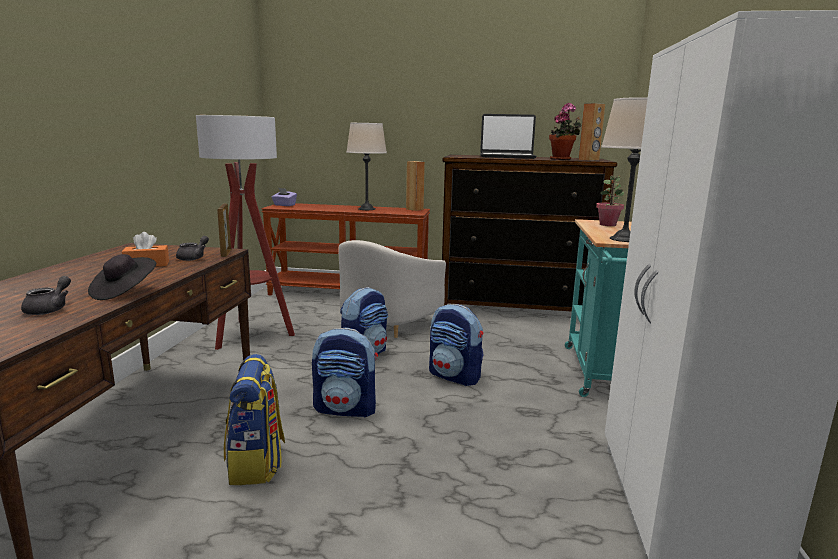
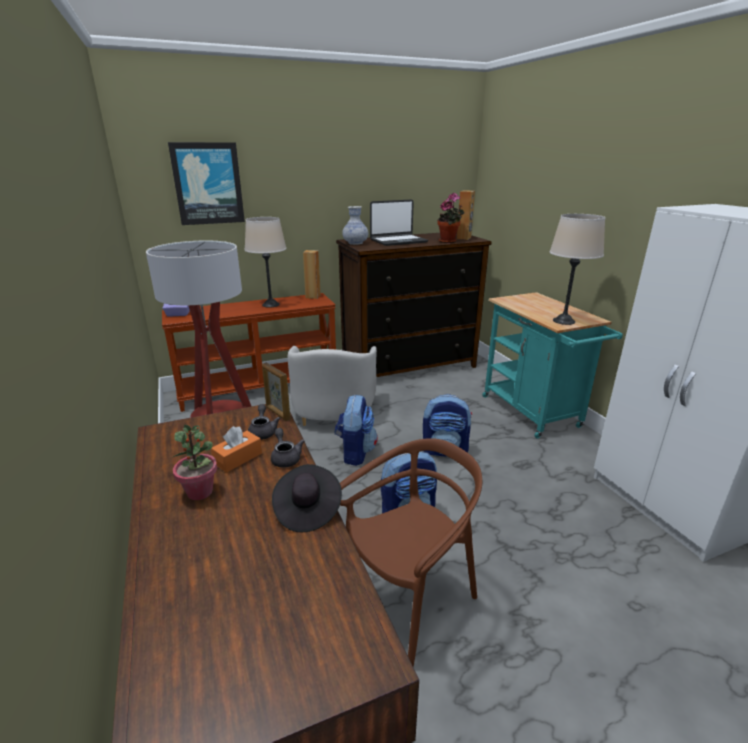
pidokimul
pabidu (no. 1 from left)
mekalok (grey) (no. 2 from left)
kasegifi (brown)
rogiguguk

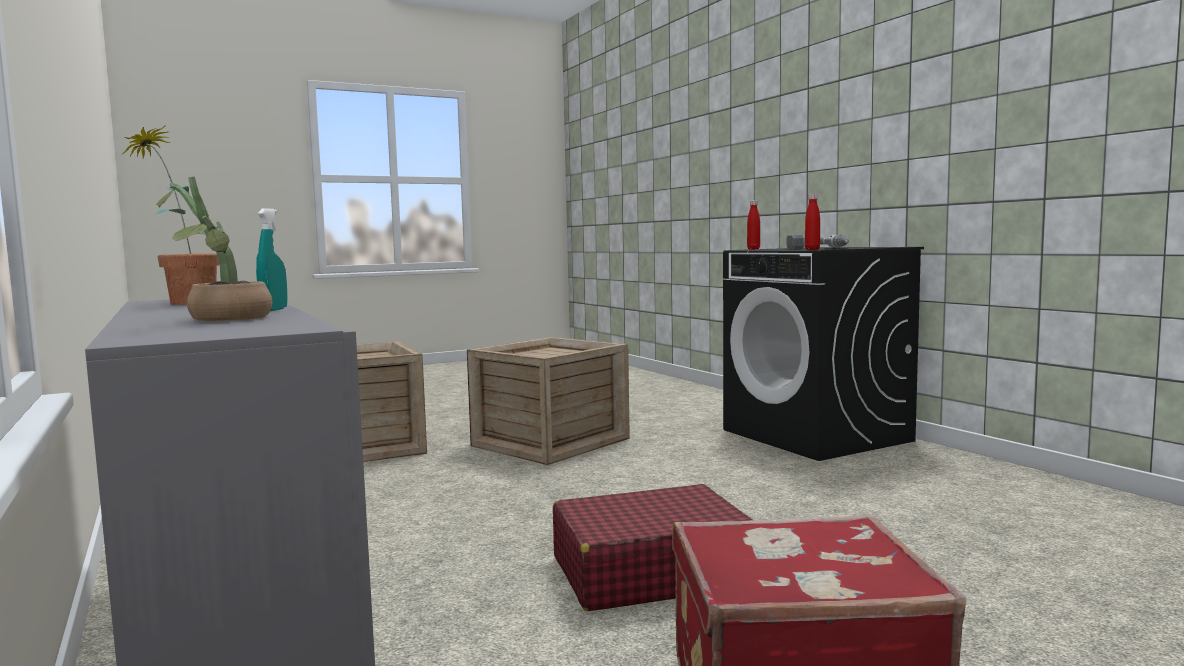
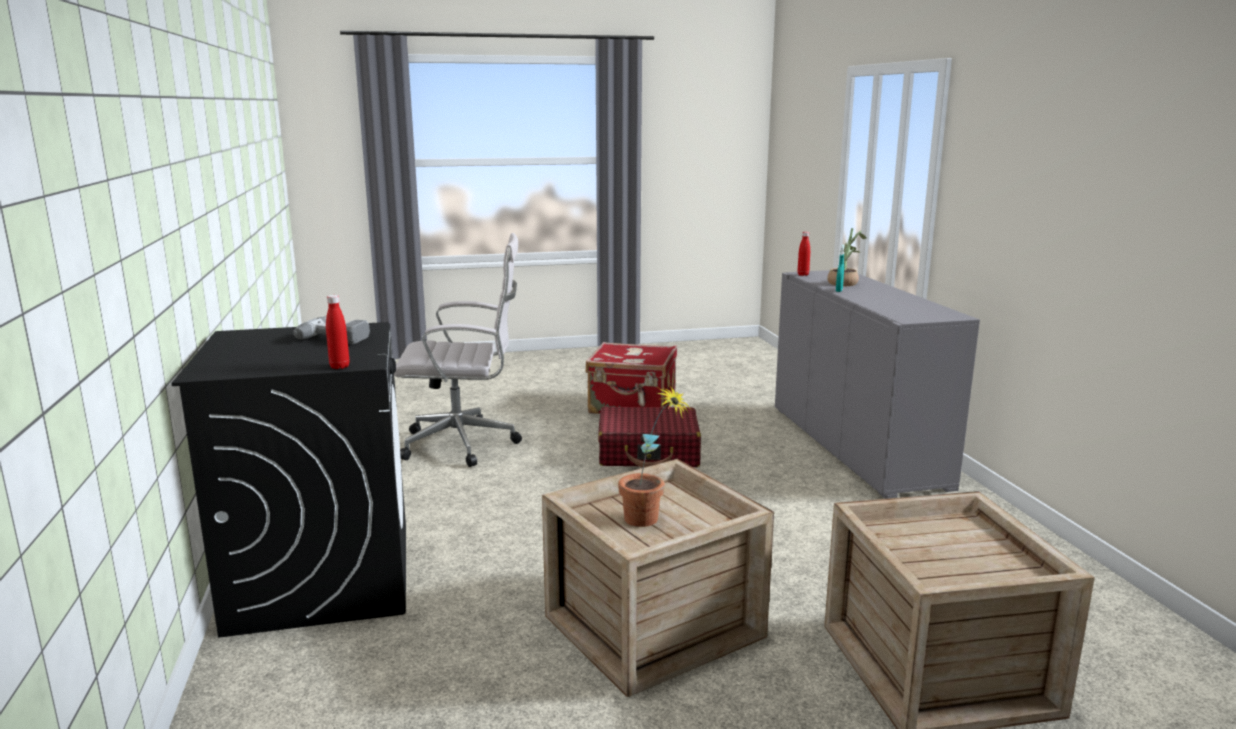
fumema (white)
pabidu (no. 1 from left)
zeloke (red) (no. 2 from left)

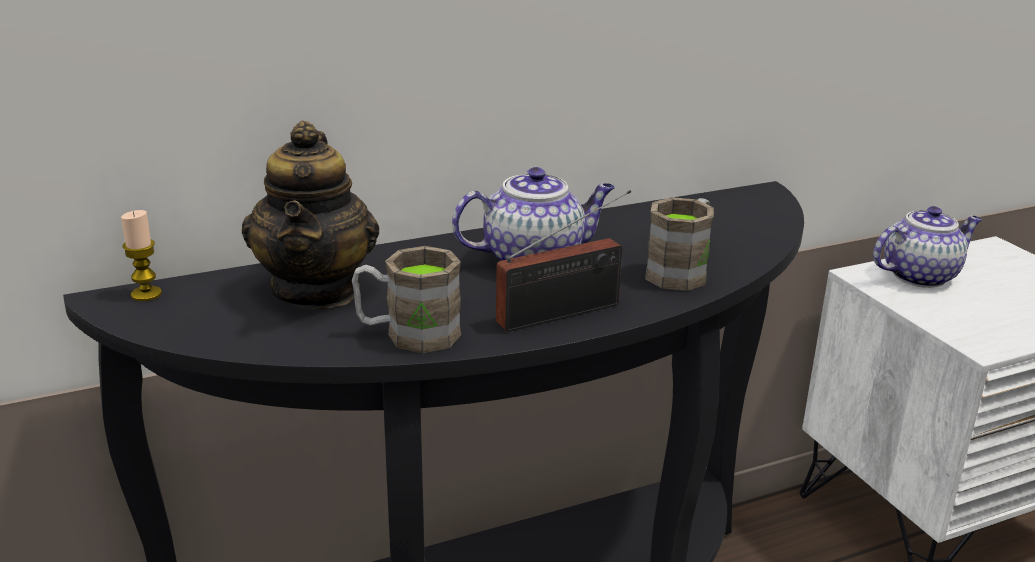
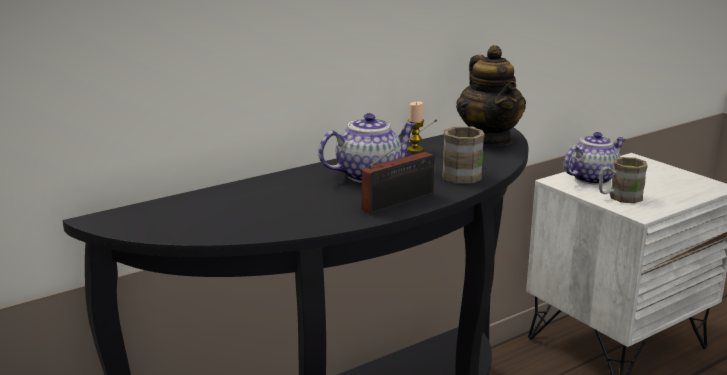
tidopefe
mekalok (no. 2 from left)
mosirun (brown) (no. 2 from left)

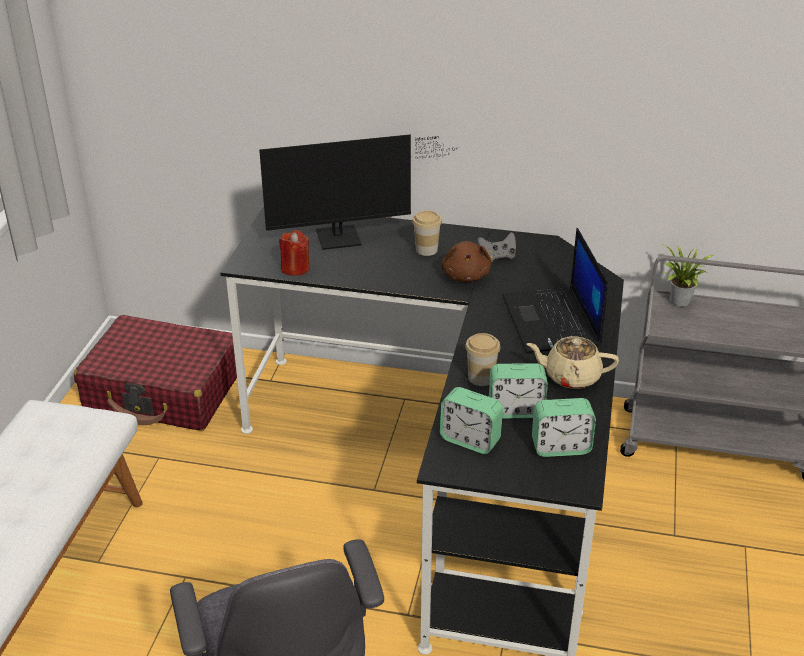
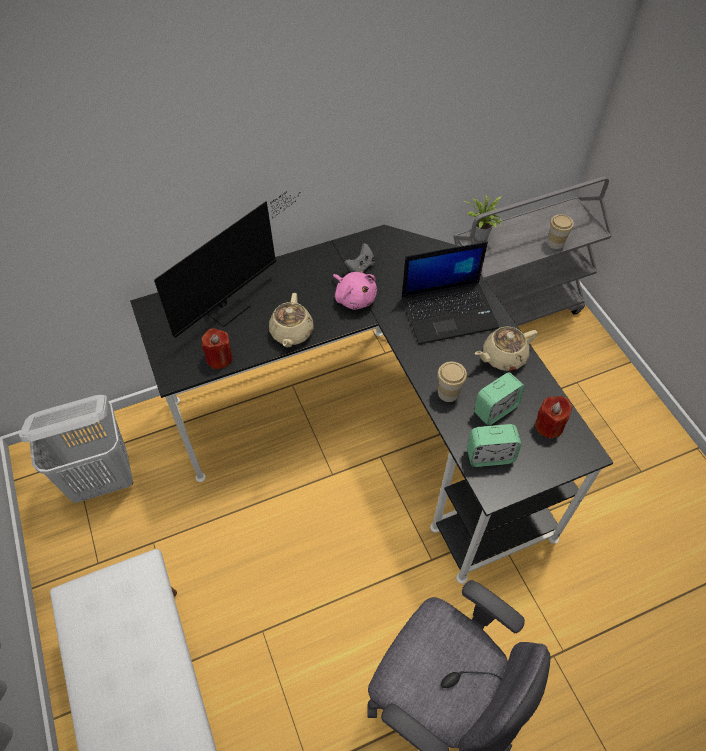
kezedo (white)
mekalok (beige) (no. 1 from left)
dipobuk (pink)
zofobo
tidopefe (red) (no. 2 from left)
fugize (no. 2 from left)

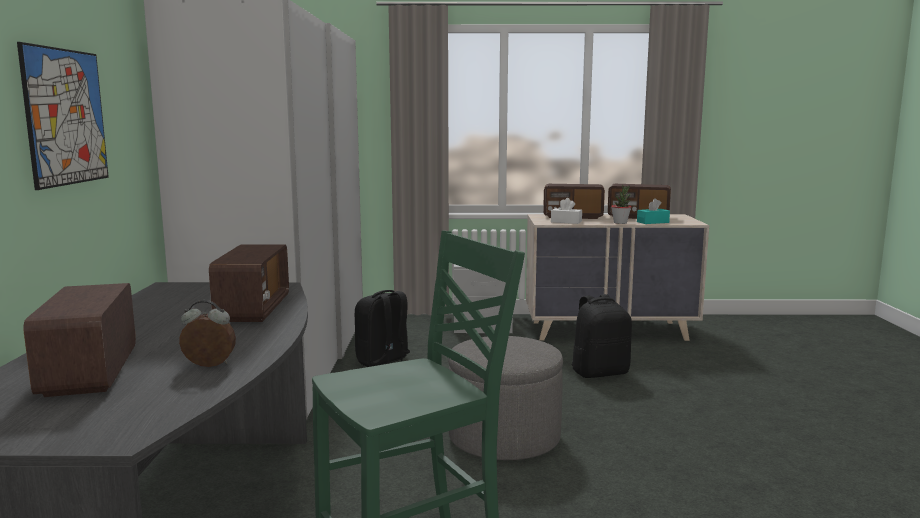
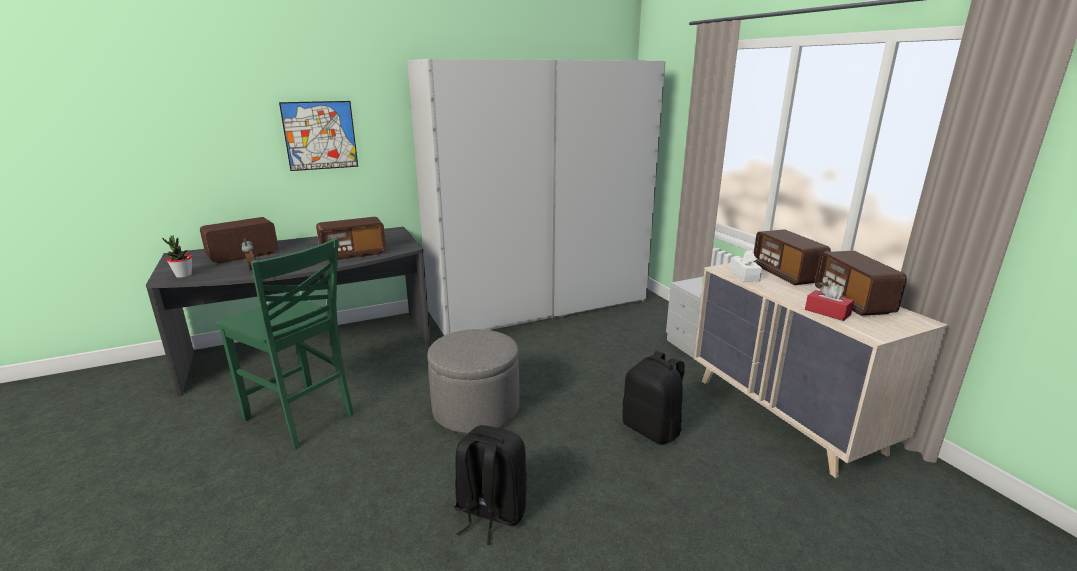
pabidu
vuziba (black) (no. 1 from left)
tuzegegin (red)

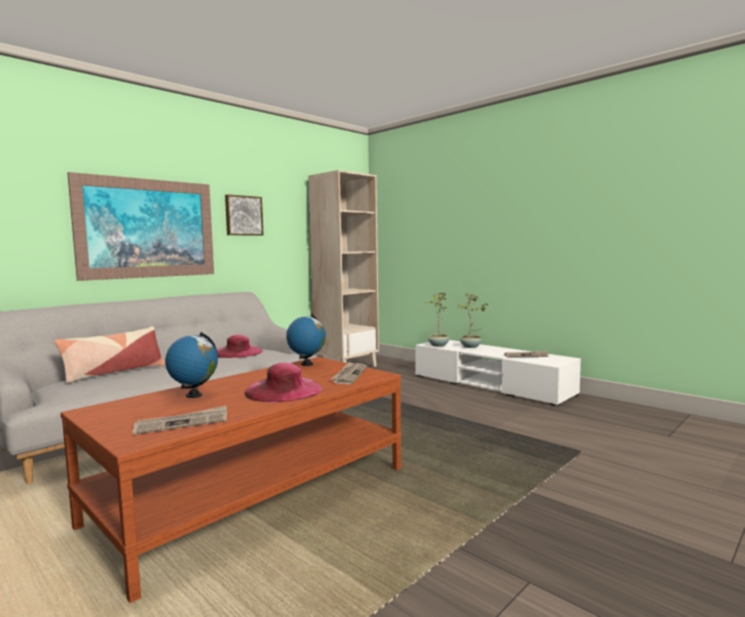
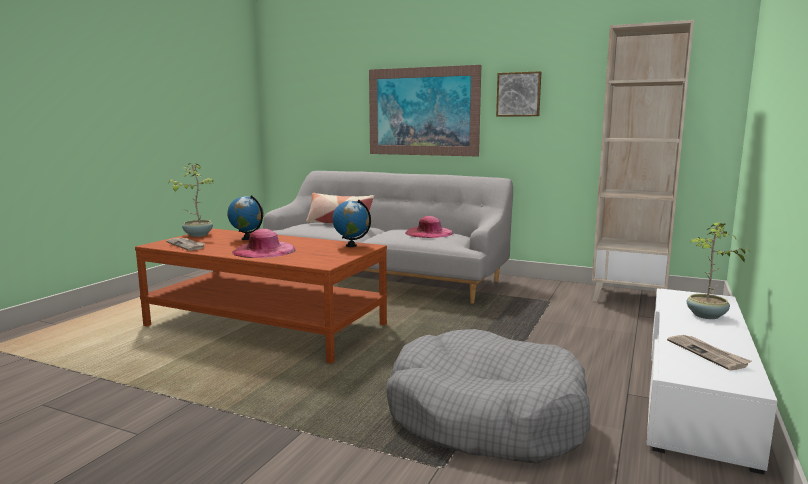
pabidu (no. 1 from left)
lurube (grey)
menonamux (no. 2 from left in the first image)

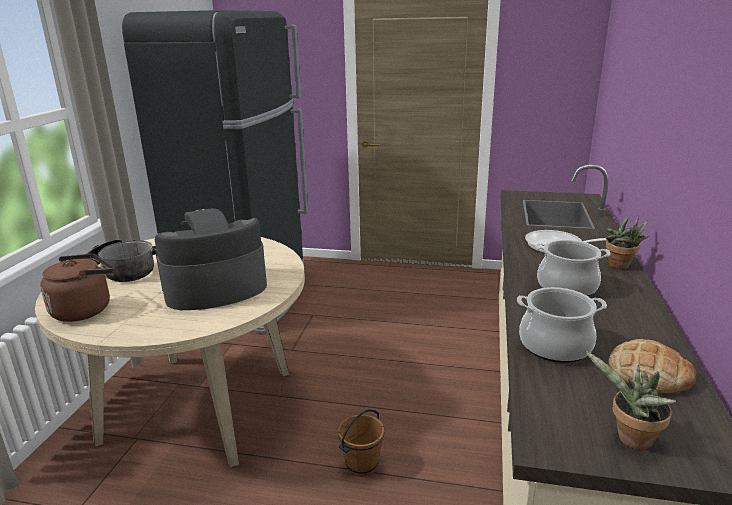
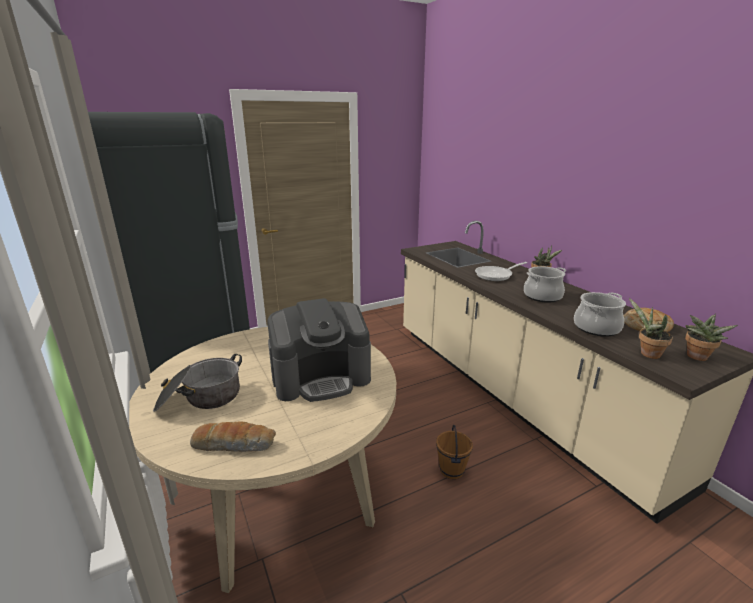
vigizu (no. 1 from left)
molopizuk
pabidu (no. 2 from left)

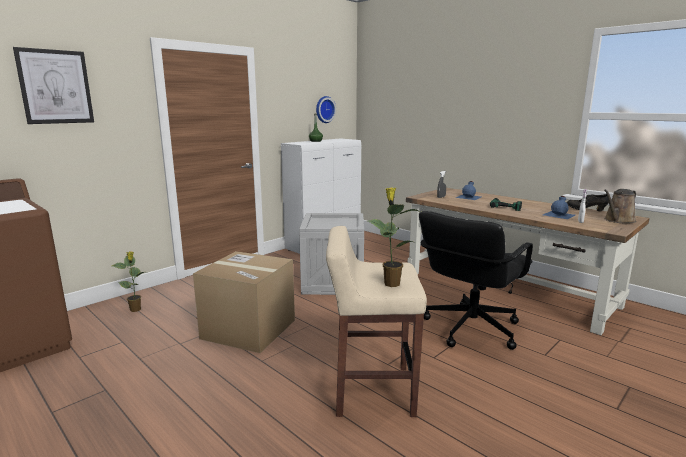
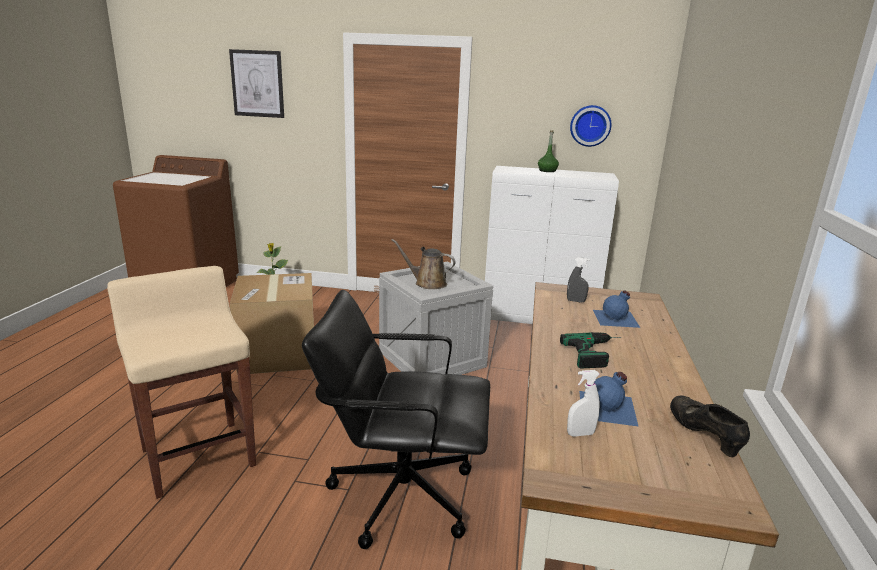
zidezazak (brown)
pabidu (no. 2 from left in the first image)

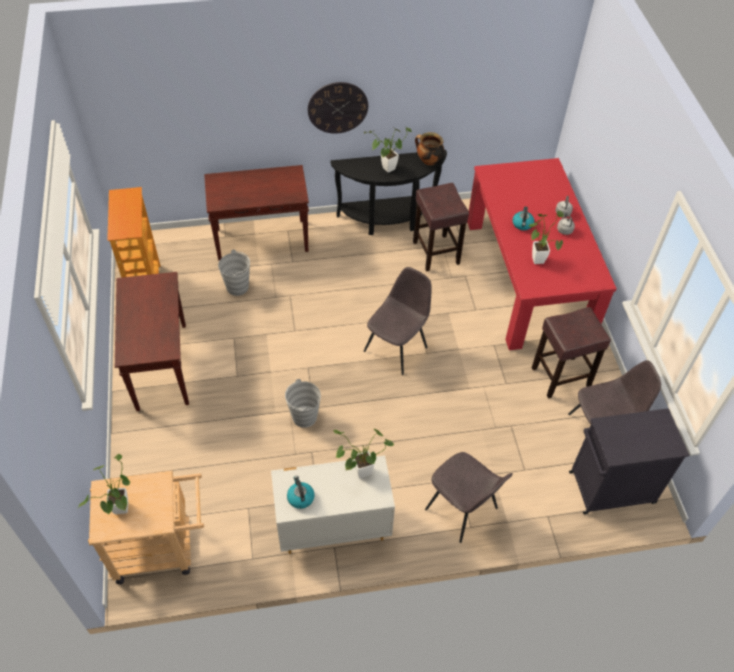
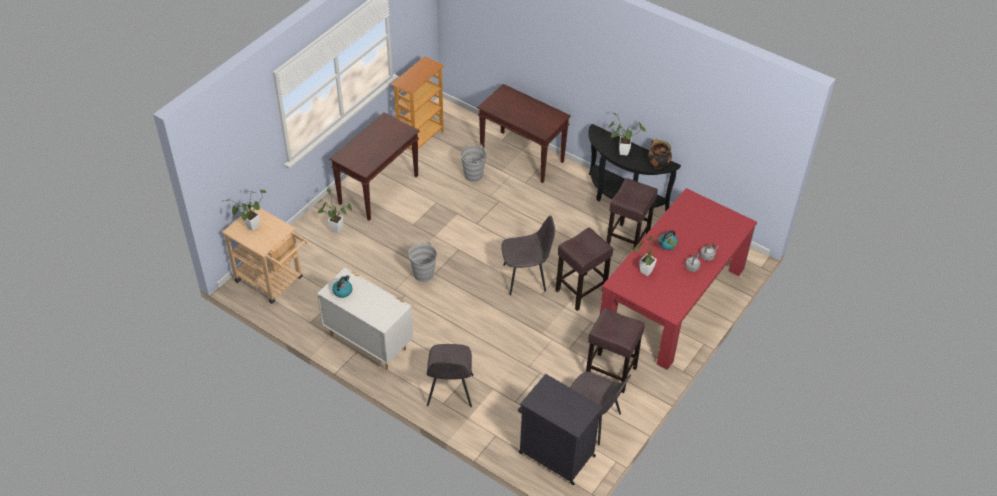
pabidu (no. 2 from left)
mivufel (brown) (no. 1 from left)
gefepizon

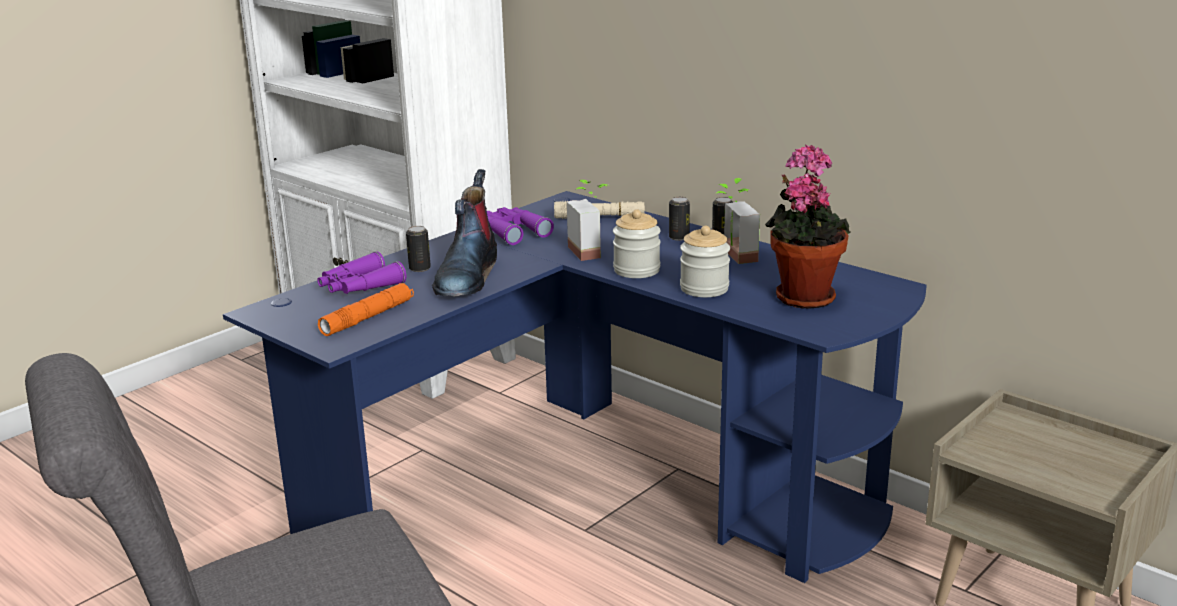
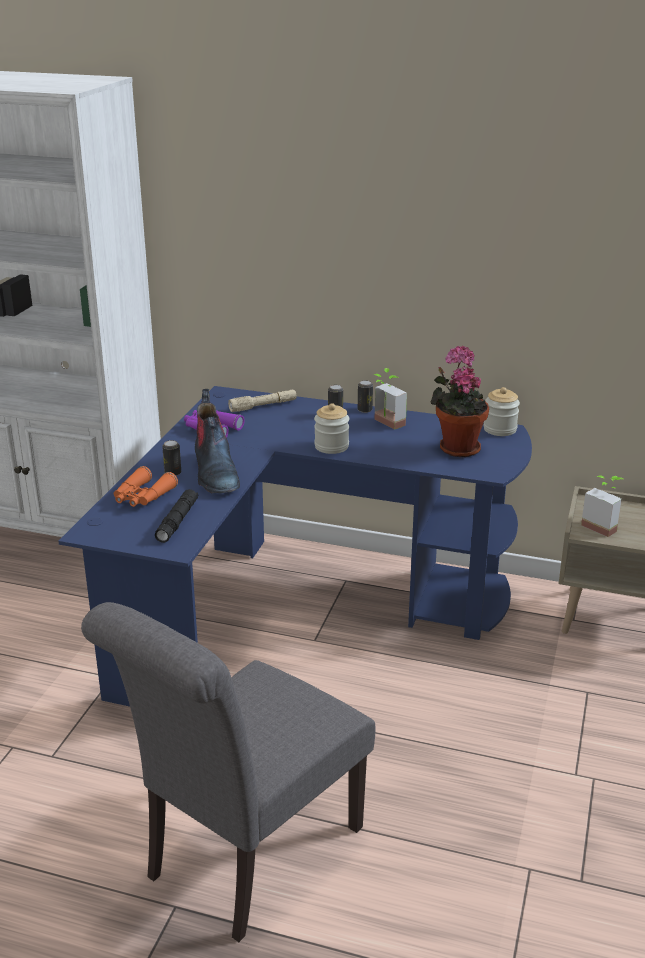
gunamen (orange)
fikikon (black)
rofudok (no. 2 from left)
pabidu (no. 3 from left)

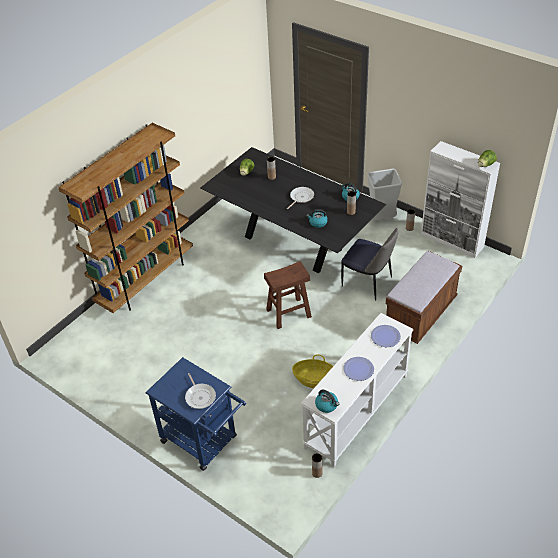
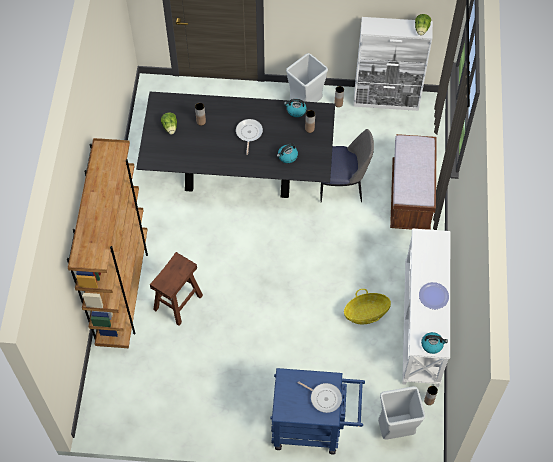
mivufel (brown)
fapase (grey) (no. 2 from left)
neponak (no. 2 from left in the first image)

